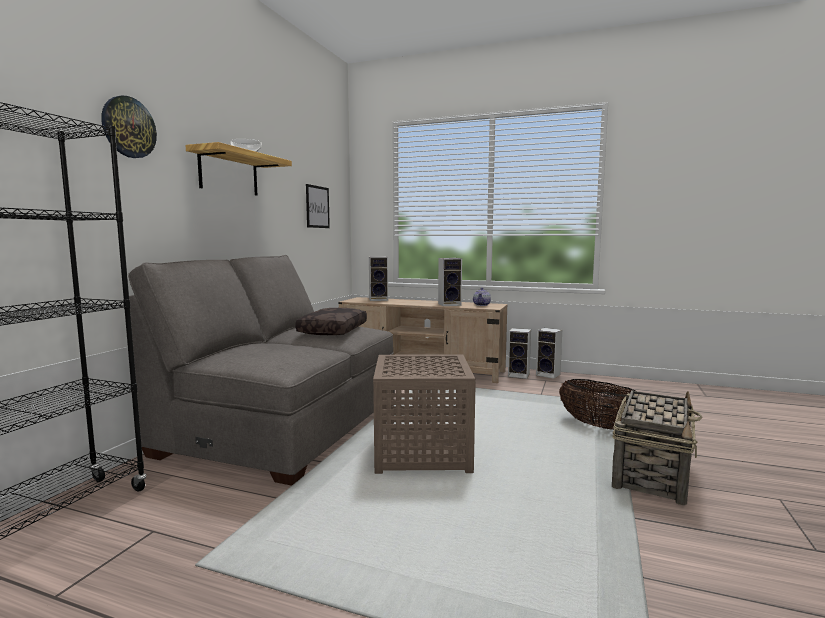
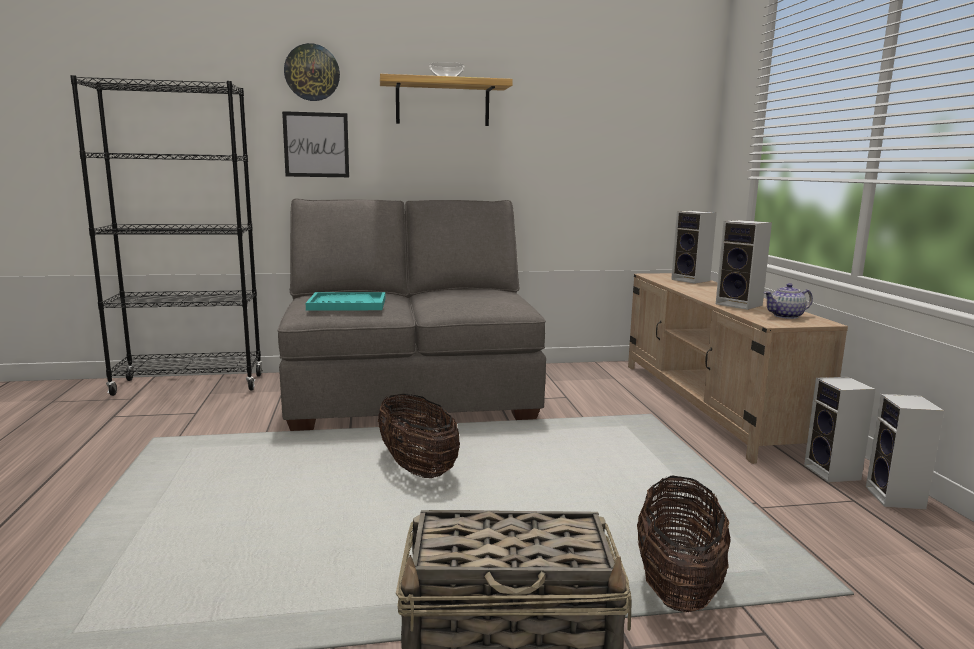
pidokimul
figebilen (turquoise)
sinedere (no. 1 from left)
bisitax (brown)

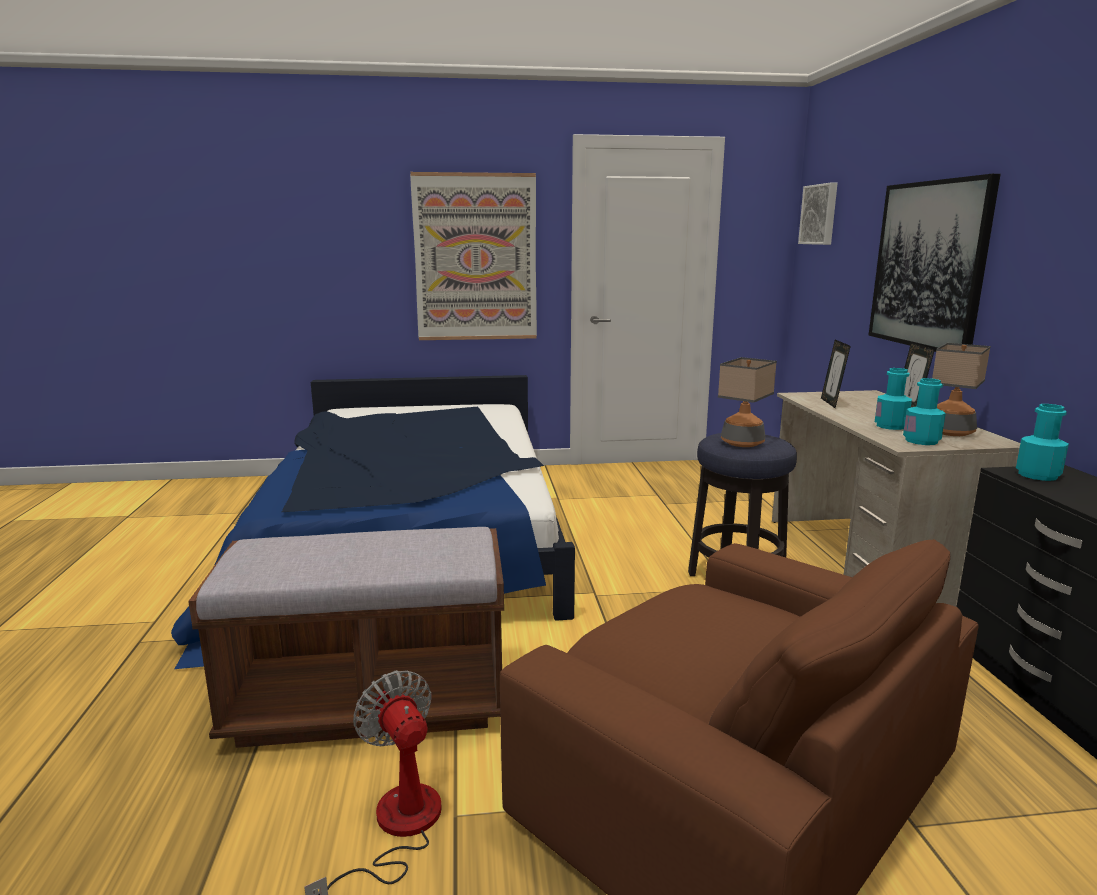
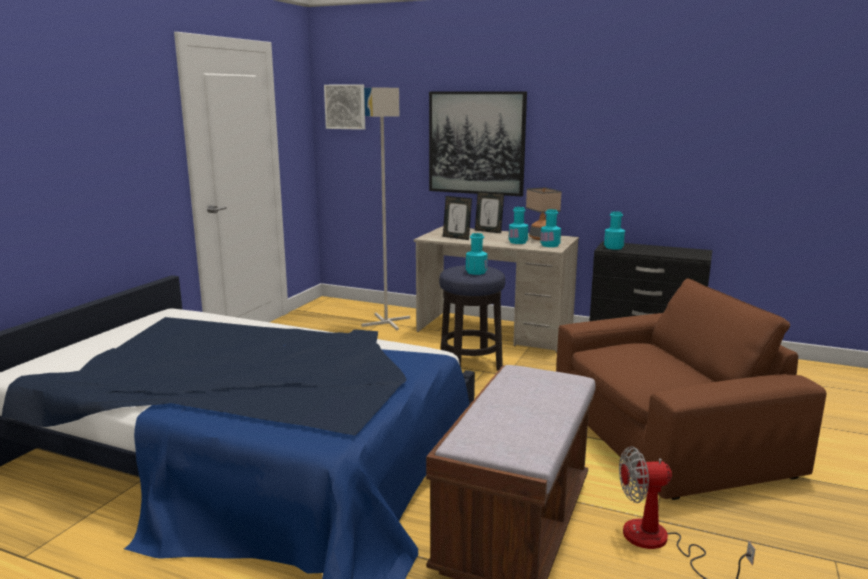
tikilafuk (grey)
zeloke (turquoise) (no. 1 from left)
pidokimul (no. 1 from left in the first image)

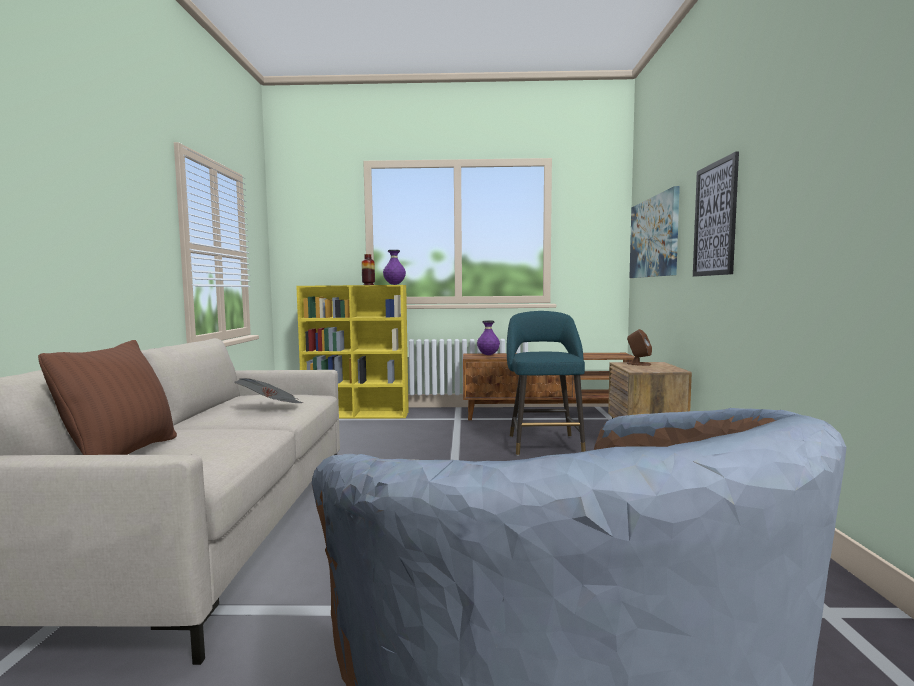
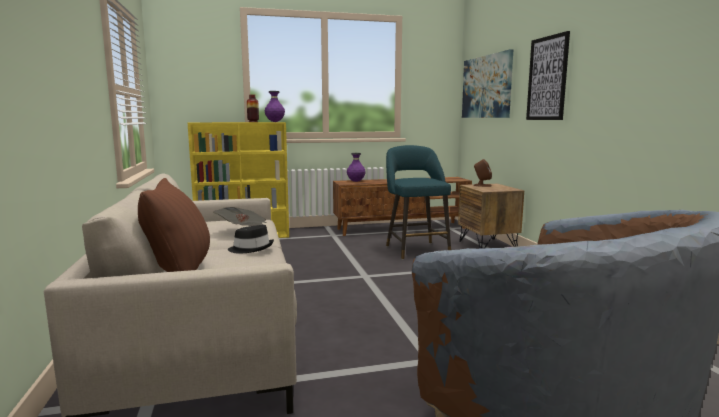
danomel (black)

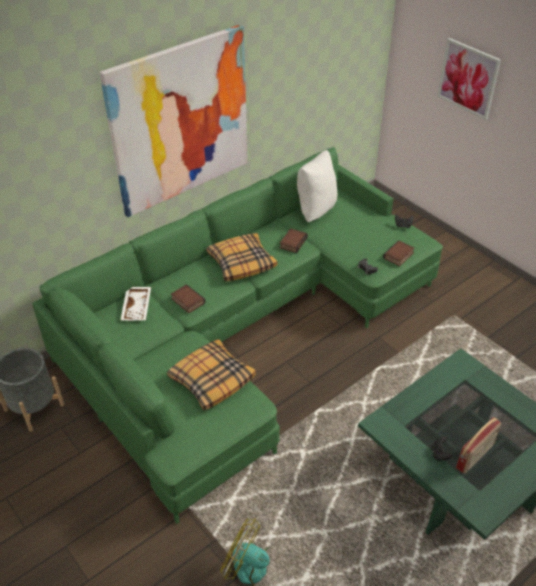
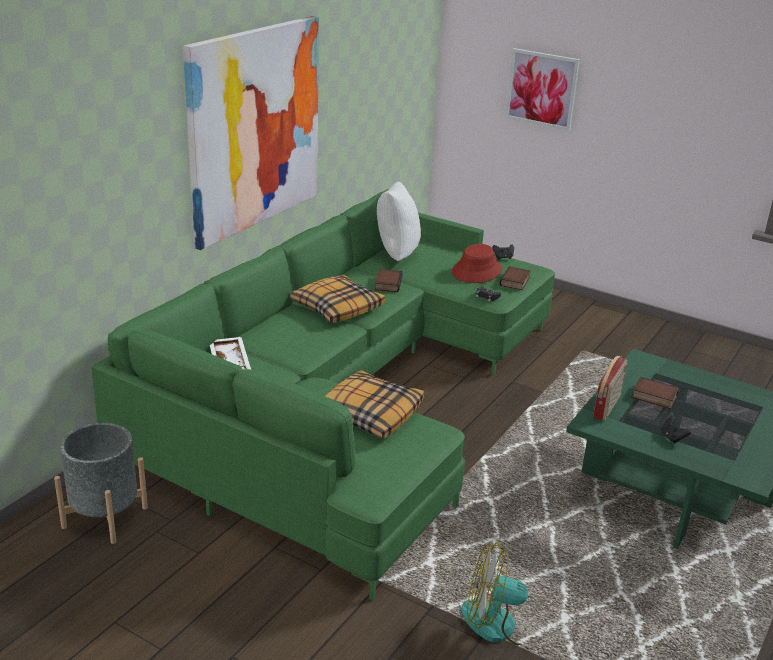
danomel (red)
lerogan
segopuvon (no. 3 from left)

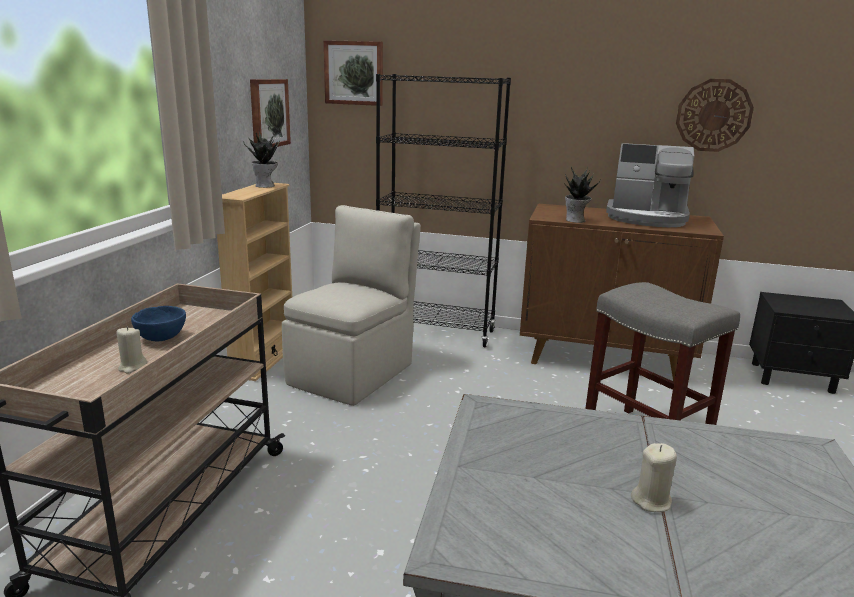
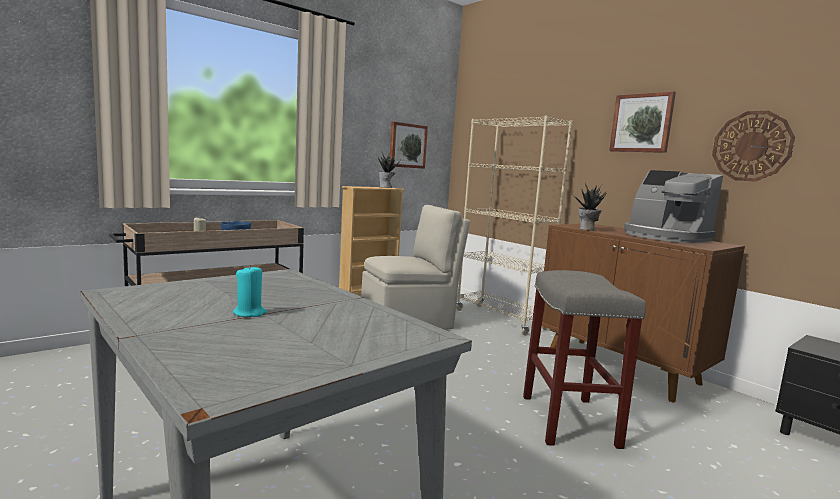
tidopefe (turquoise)
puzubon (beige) (no. 2 from left)
pidokimul (no. 2 from left)

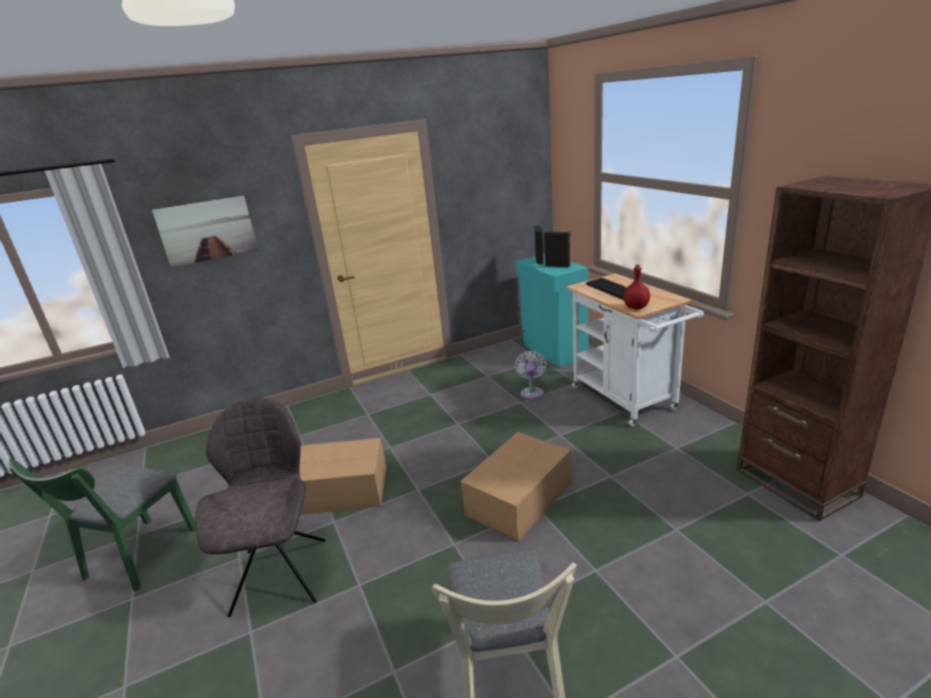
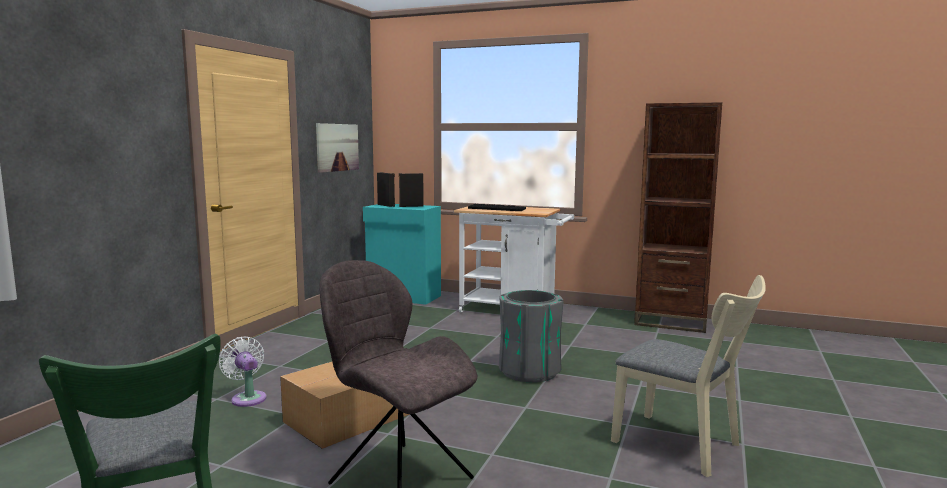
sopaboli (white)
pidokimul
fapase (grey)
zeloke (red)

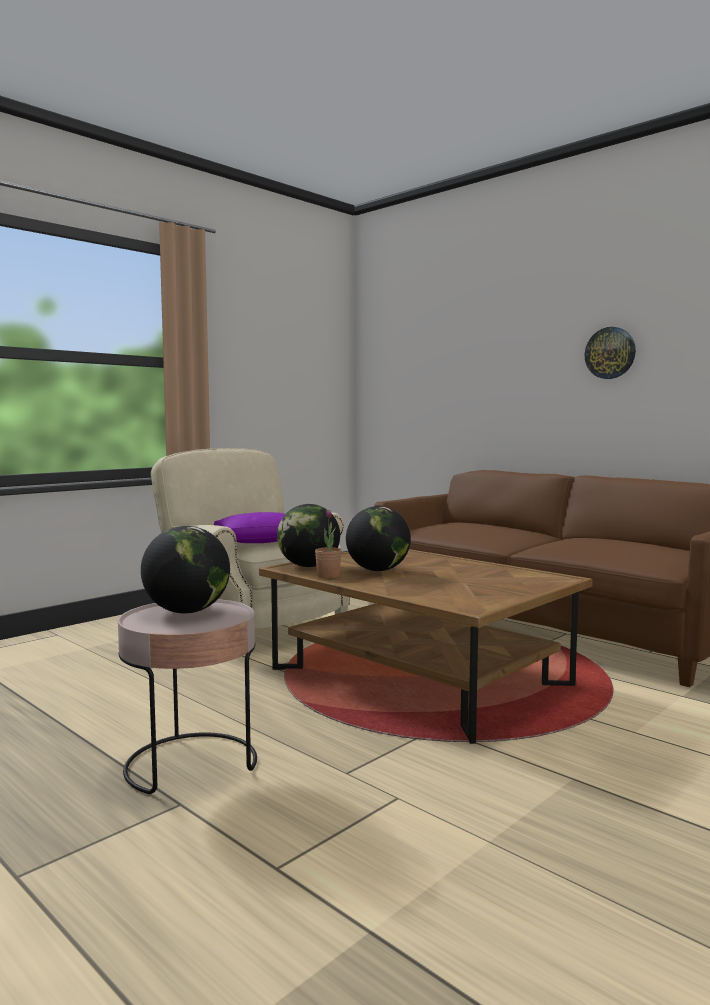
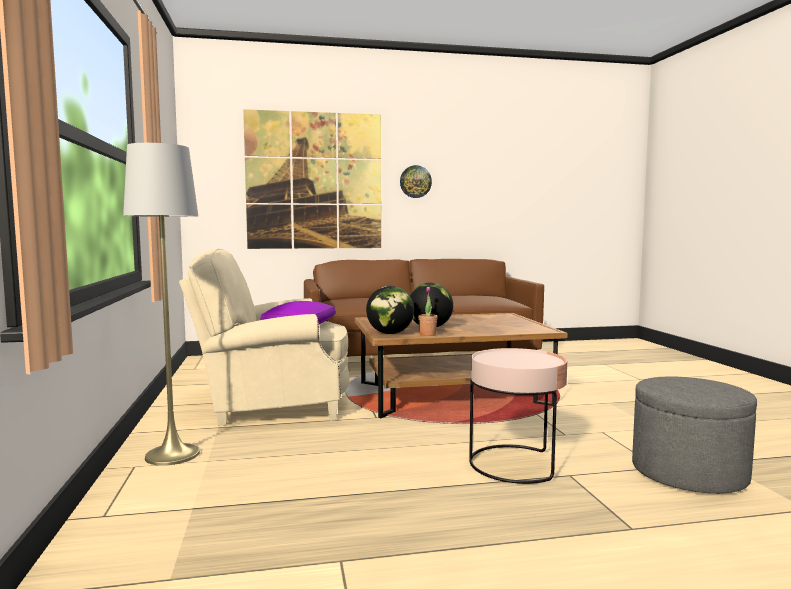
tikilafuk (grey)
pidokimul
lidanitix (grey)
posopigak (no. 1 from left in the first image)

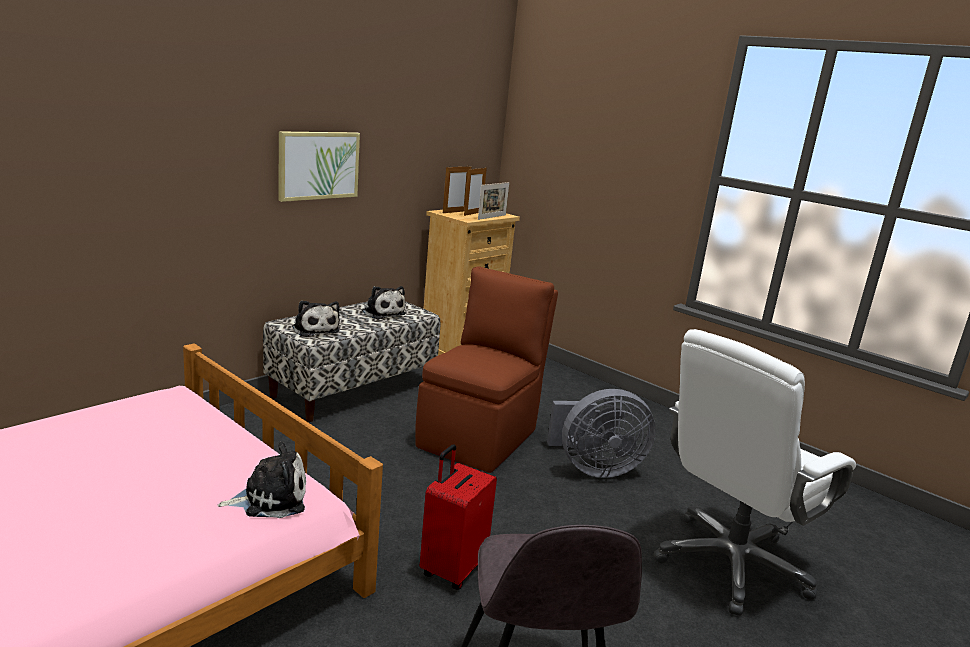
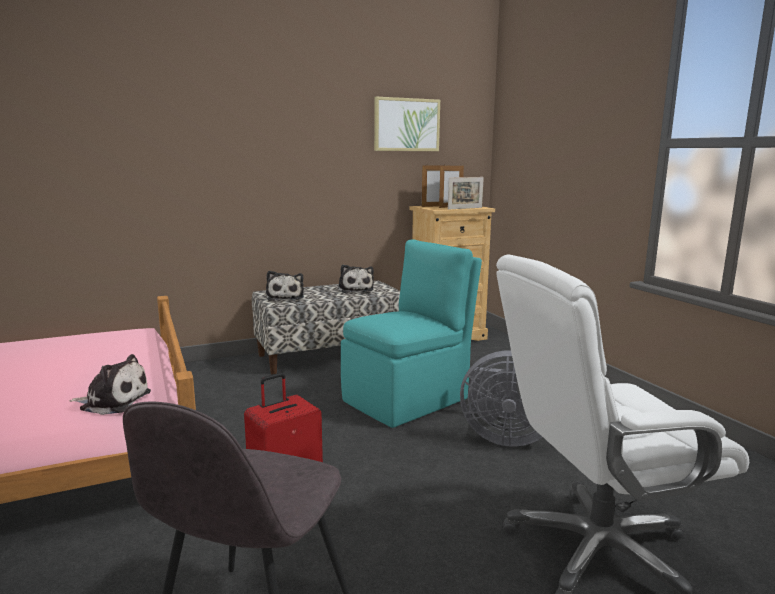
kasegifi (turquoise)
pidokimul

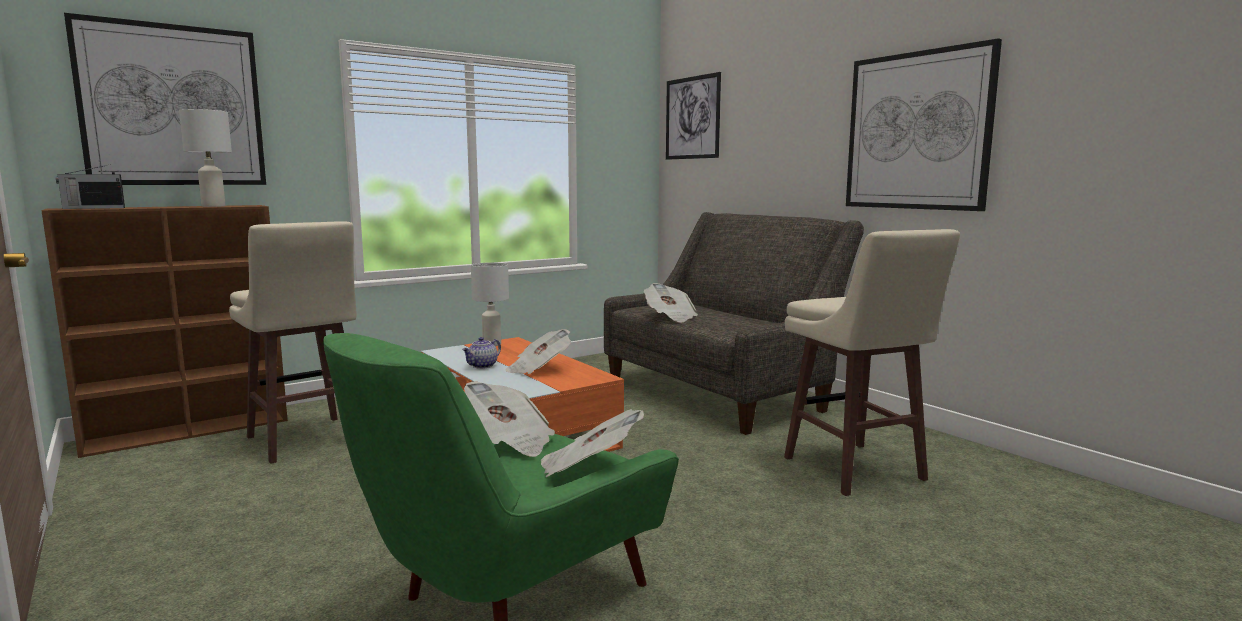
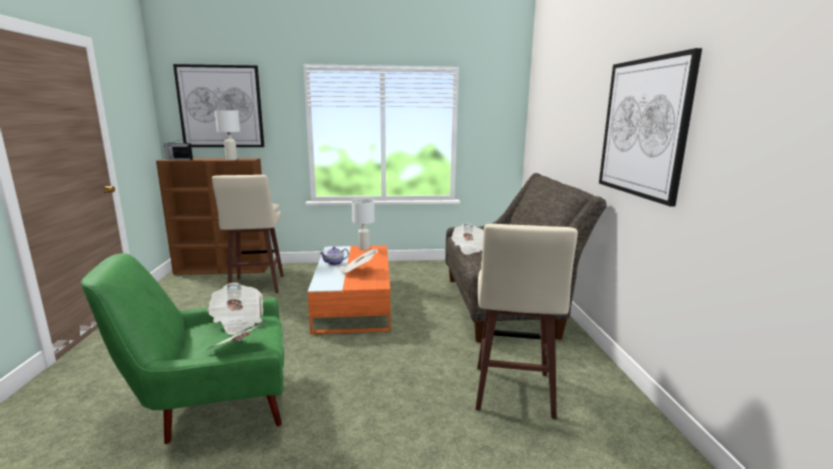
pidokimul (no. 2 from left in the first image)

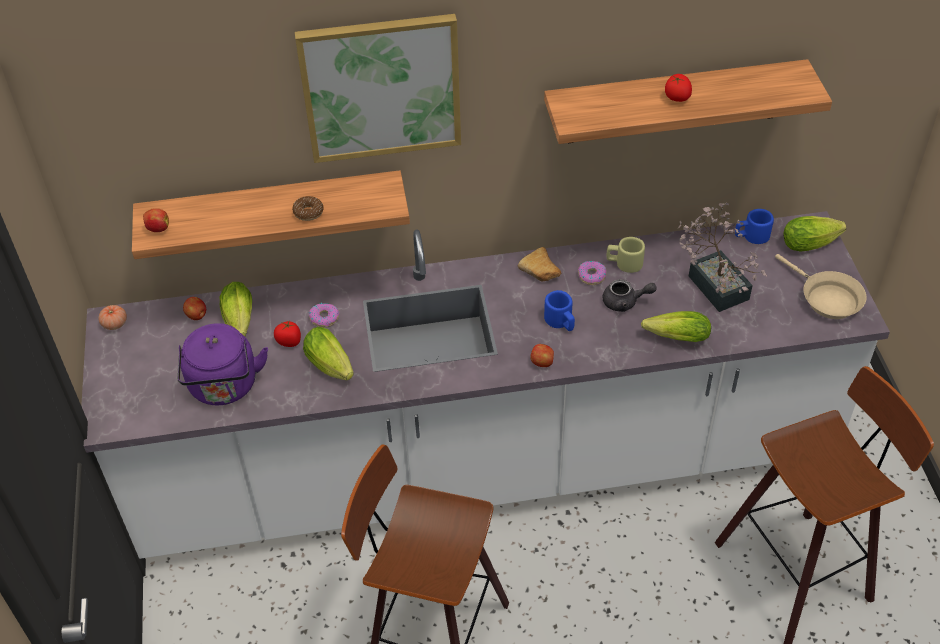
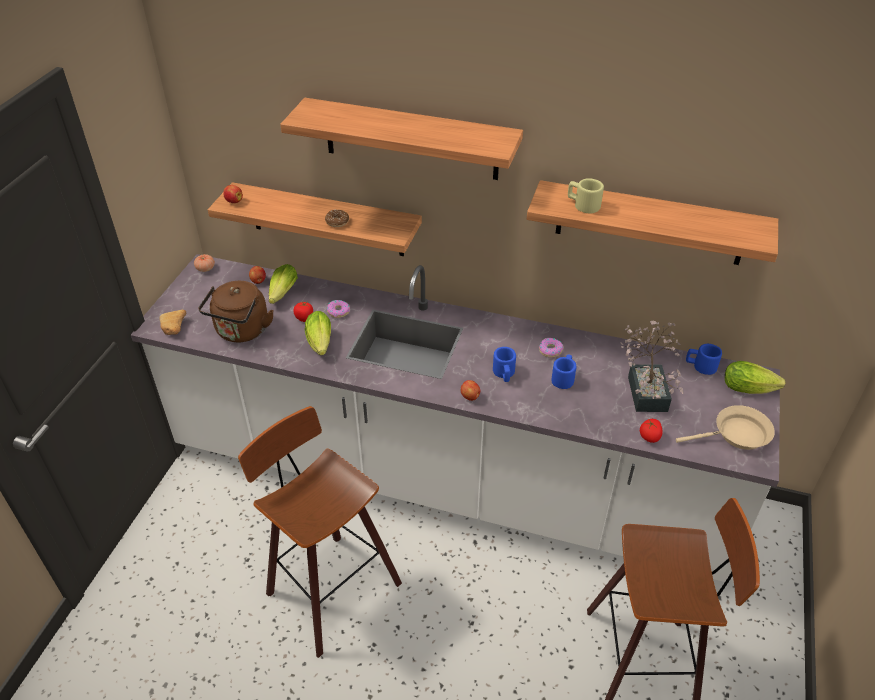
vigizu
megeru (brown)
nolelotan (no. 2 from left)
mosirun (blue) (no. 2 from left)
mosirun (beige)
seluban (no. 3 from left)
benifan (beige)
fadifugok (no. 3 from left in the first image)

